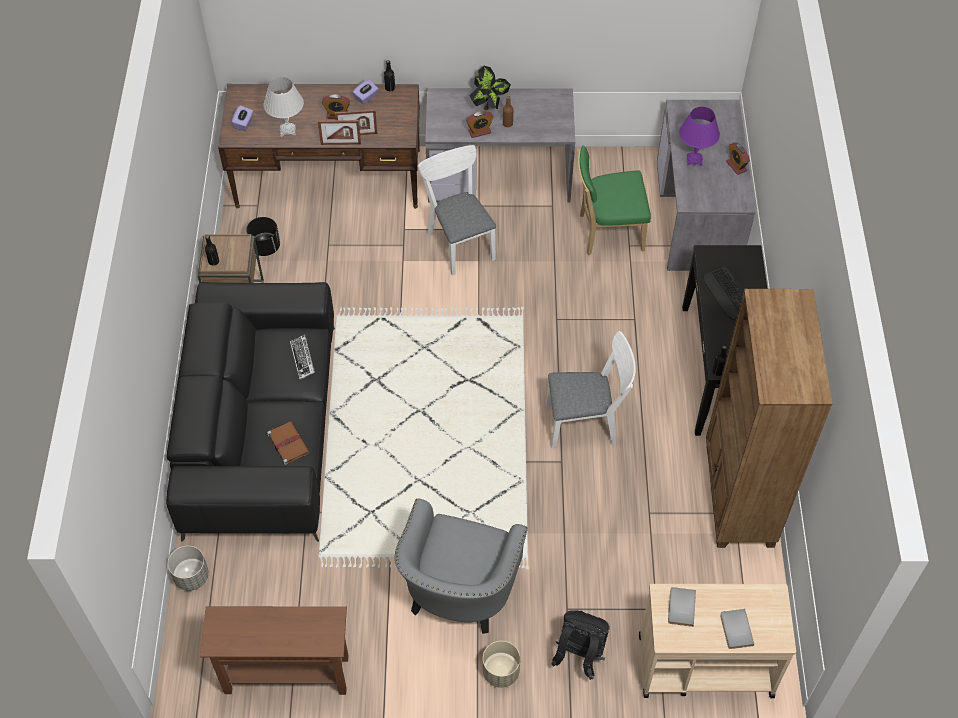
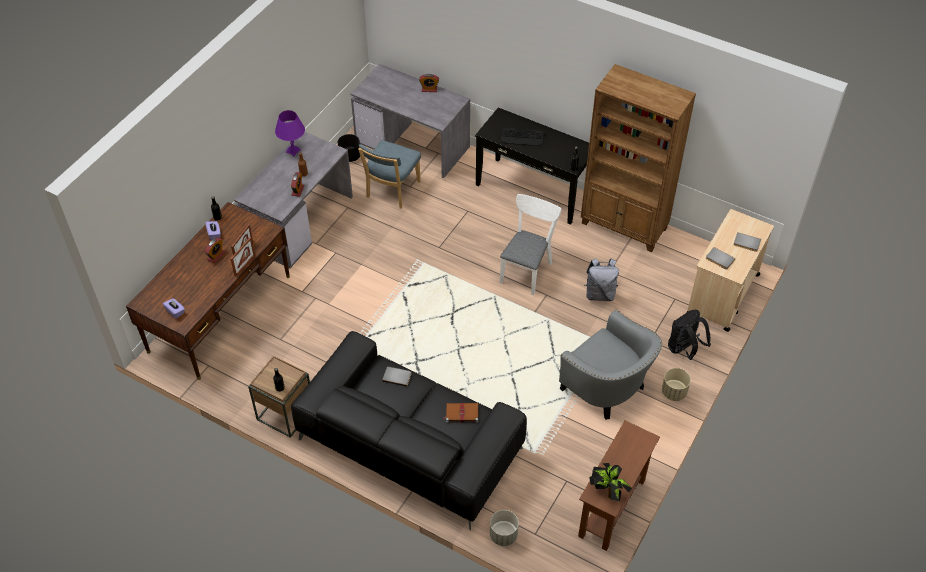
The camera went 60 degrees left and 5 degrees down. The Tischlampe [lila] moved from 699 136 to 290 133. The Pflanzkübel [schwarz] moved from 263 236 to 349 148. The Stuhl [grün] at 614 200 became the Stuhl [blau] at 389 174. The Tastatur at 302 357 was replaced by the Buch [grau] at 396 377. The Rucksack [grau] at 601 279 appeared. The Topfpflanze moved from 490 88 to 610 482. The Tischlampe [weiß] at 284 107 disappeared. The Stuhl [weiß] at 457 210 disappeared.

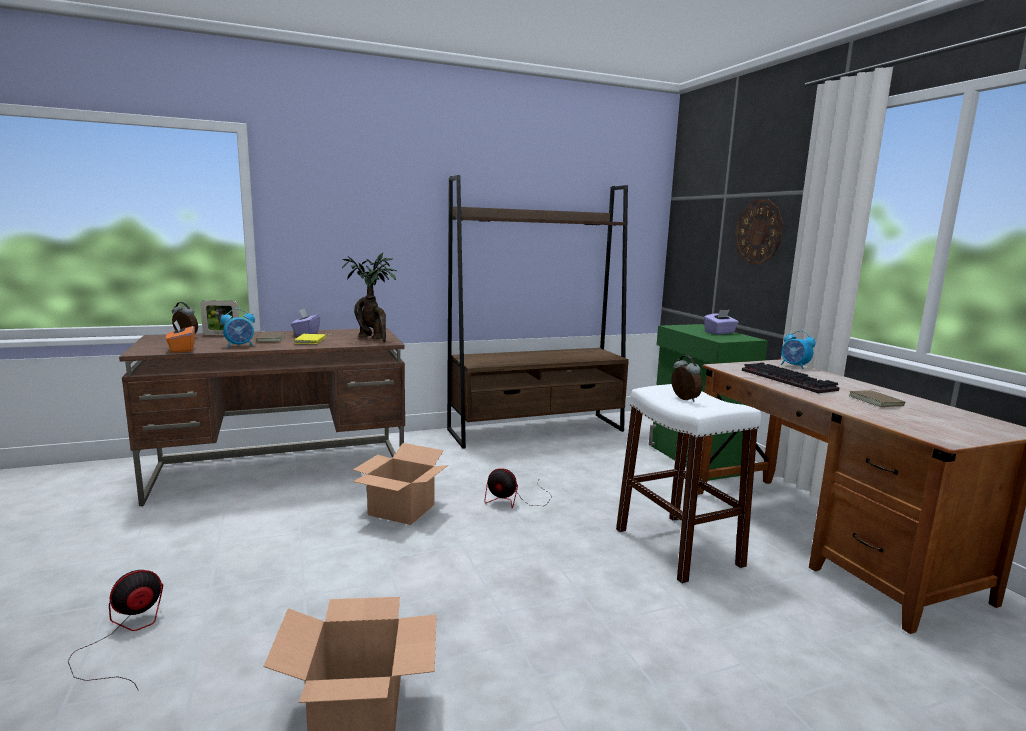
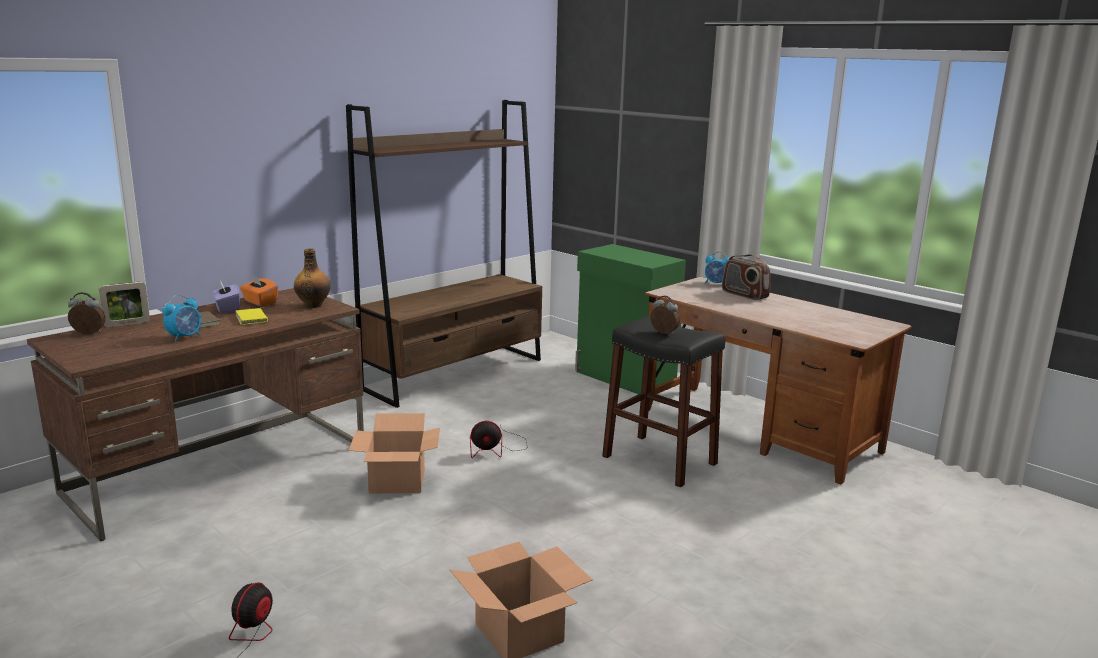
The camera went 25 degrees left and 5 degrees up. The Taschentuchbox [orange] moved from 180 336 to 259 290. The Topfpflanze at 369 297 was replaced by the Flasche at 312 278. The Hocker [weiß] at 688 484 became the Hocker [schwarz] at 663 401. The Radio at 746 277 appeared. The Taschentuchbox [lila] at 721 322 disappeared. The Wanduhr at 759 232 disappeared. The Tastatur at 790 377 disappeared. The Buch [braun] at 877 398 disappeared.

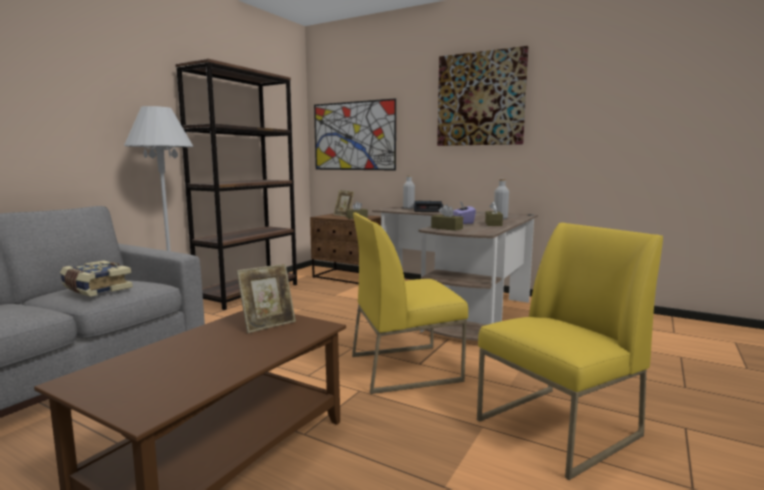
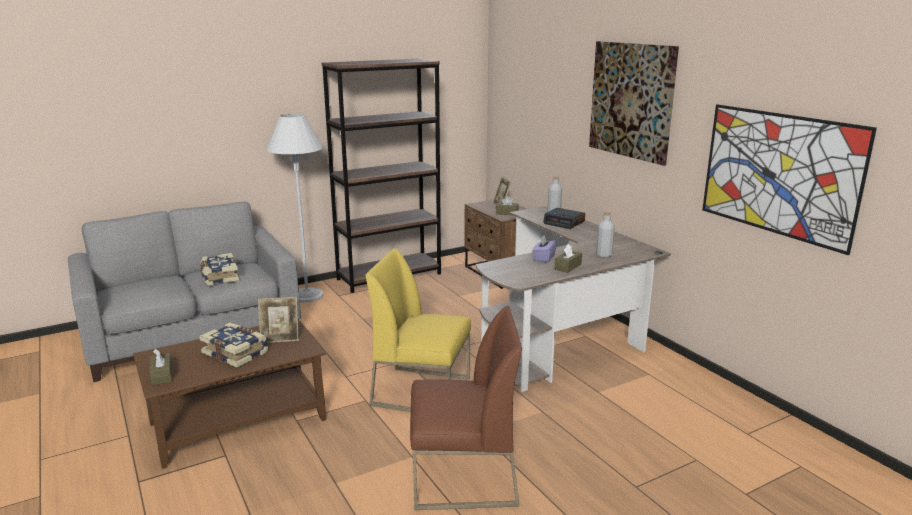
The camera went 30 degrees right and 10 degrees up. The Taschentuchbox [braun] moved from 447 217 to 160 367. The Buch at 233 345 appeared. The Stuhl [gelb] at 570 351 became the Stuhl [braun] at 466 408. The Bild moved from 355 134 to 789 179.

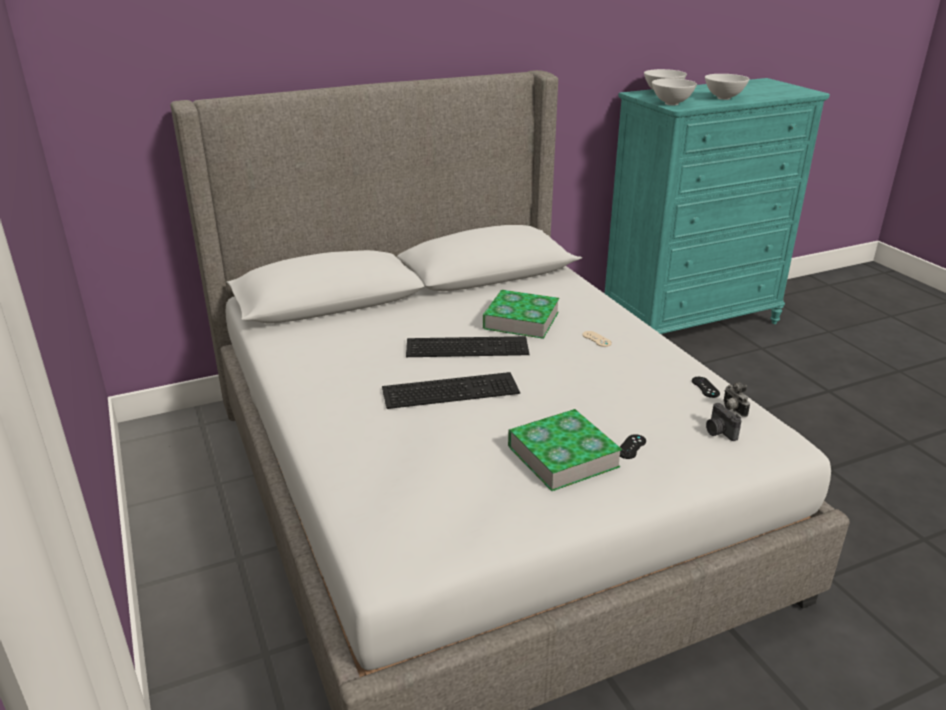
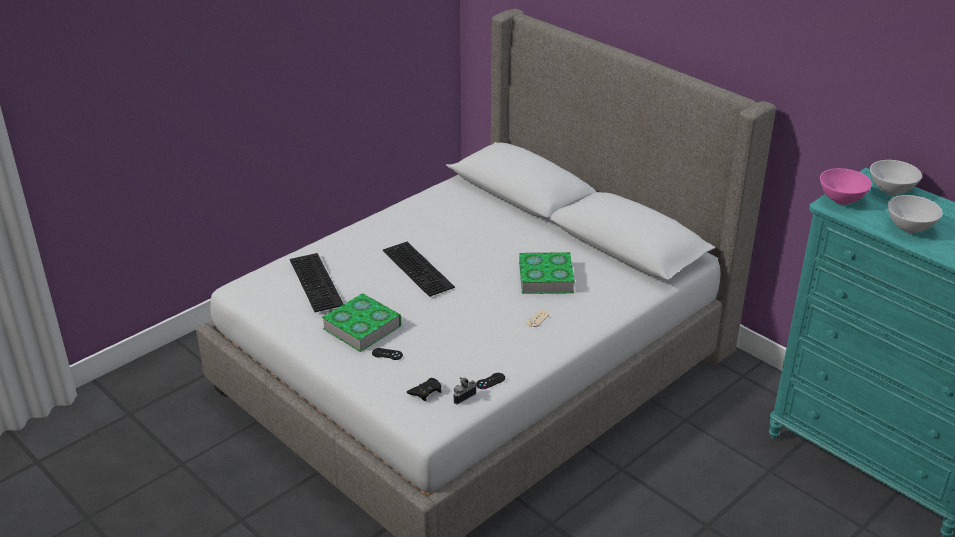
The camera went 70 degrees right and 5 degrees up. The Tastatur moved from 467 346 to 317 282. The Kamera at 723 422 was replaced by the Gamepad [schwarz] at 424 389. The Schüssel [weiß] at 674 92 became the Schüssel [rosa] at 846 186.

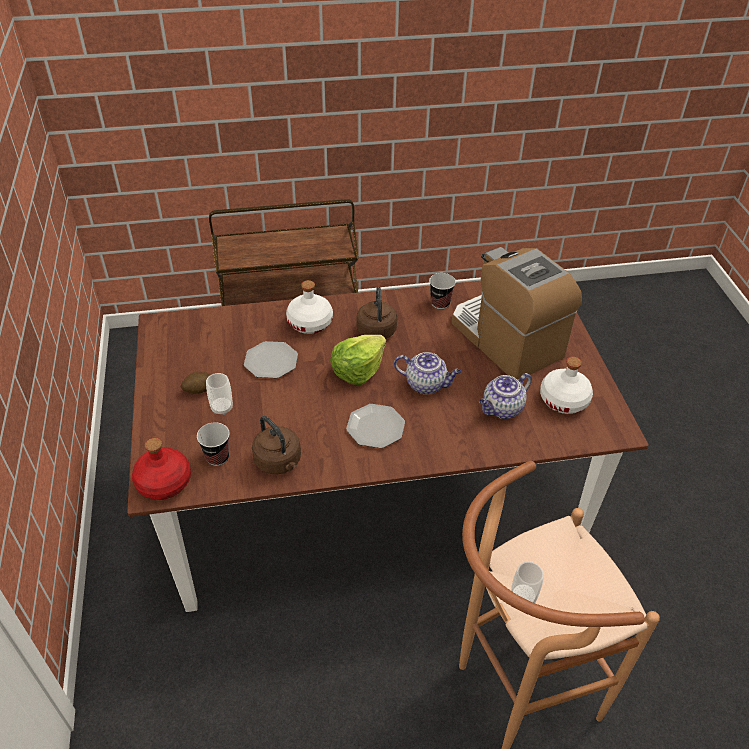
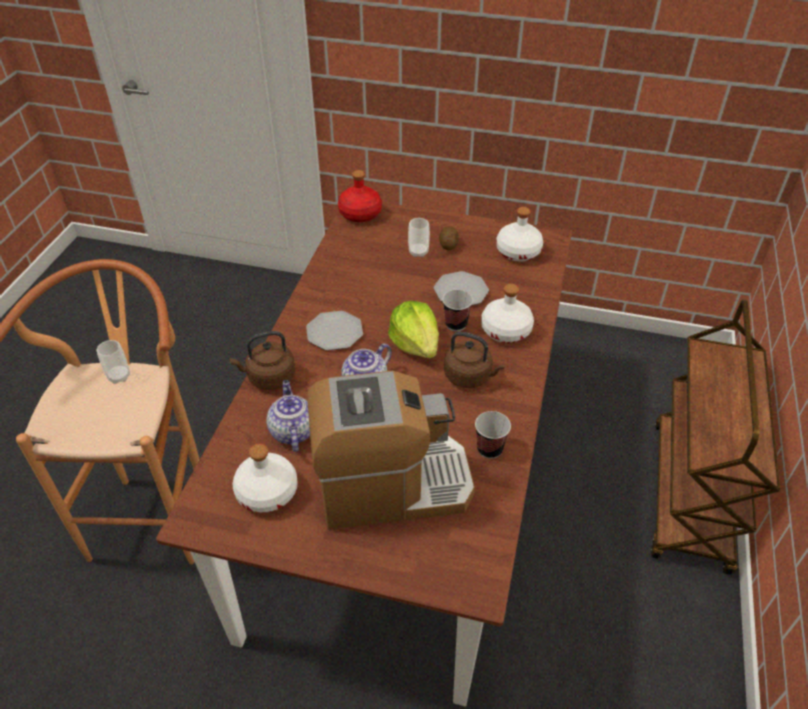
The camera went 115 degrees right and 0 degrees up. The Wasserkessel [braun] moved from 276 445 to 262 360. The Tasse moved from 213 444 to 457 310. The Flasche [weiß] at 519 234 appeared.

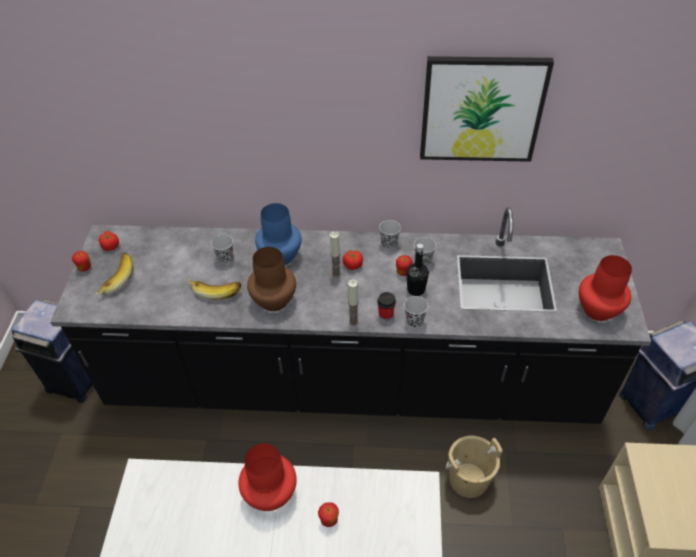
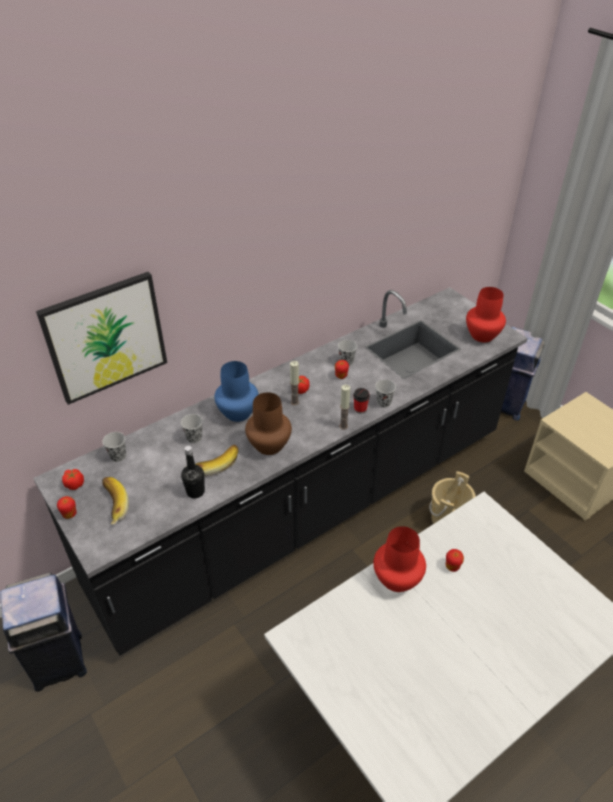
The camera went 40 degrees left and 5 degrees down. The Bild moved from 487 109 to 101 338. The Tasse [schwarz] moved from 390 234 to 114 447. The Flasche [schwarz] moved from 417 270 to 193 472.

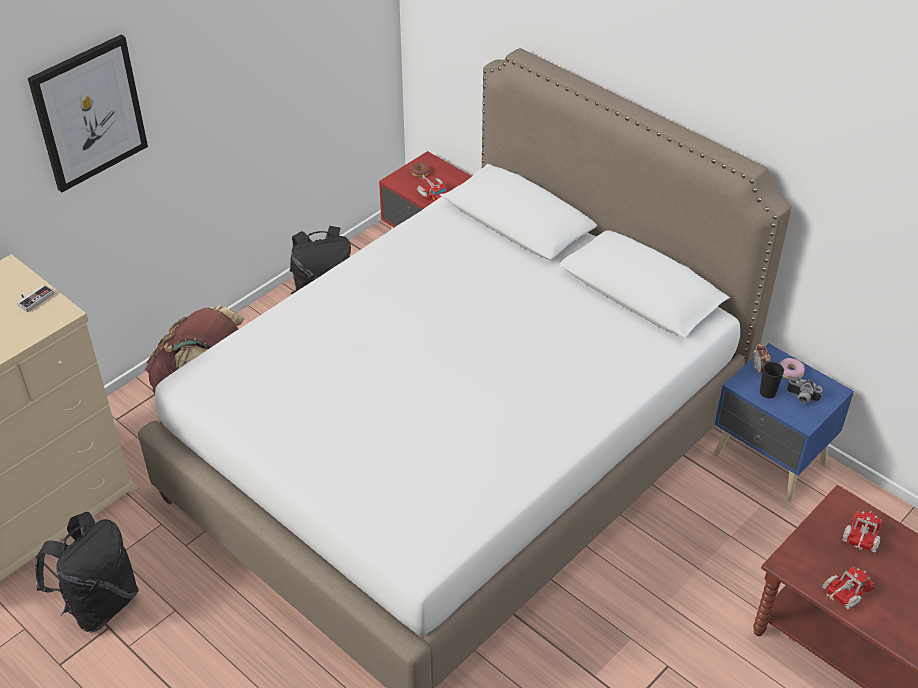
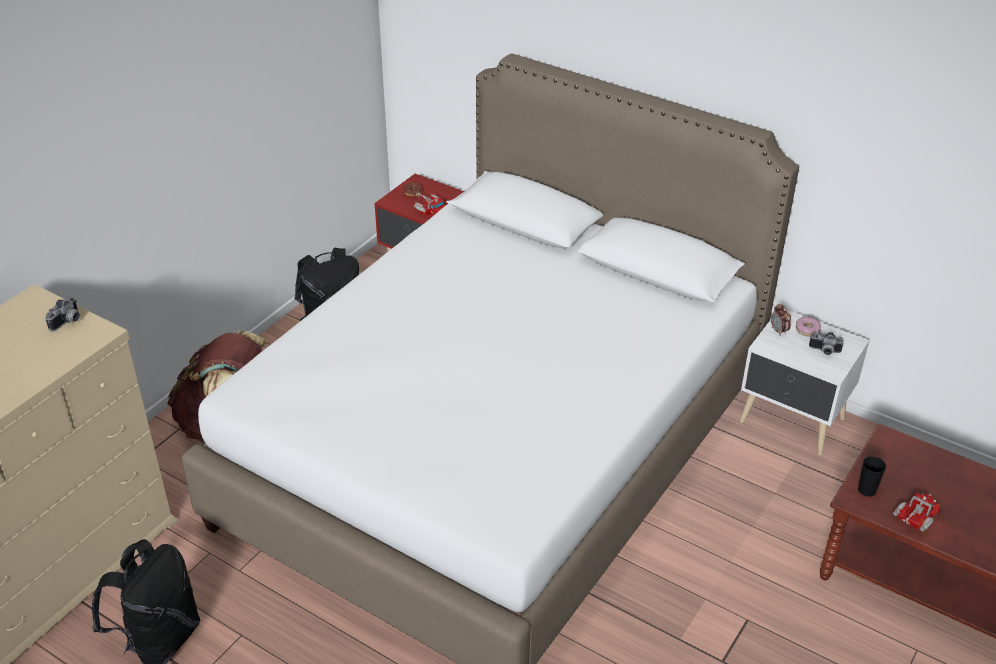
The camera went 10 degrees left and 5 degrees down. The Gamepad at 35 298 was replaced by the Kamera at 62 314. The Nachttisch [blau] at 784 422 became the Nachttisch [weiß] at 805 382. The Tasse [schwarz] moved from 772 380 to 872 476. The Bild at 88 113 disappeared. The Spielzeuglaster at 862 531 disappeared.

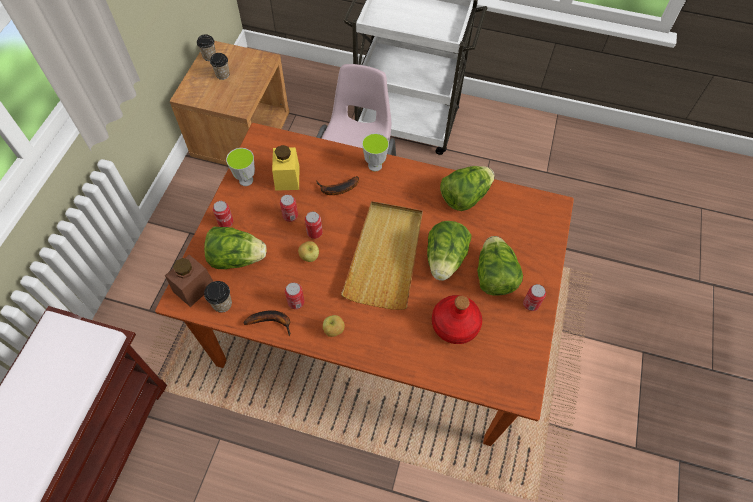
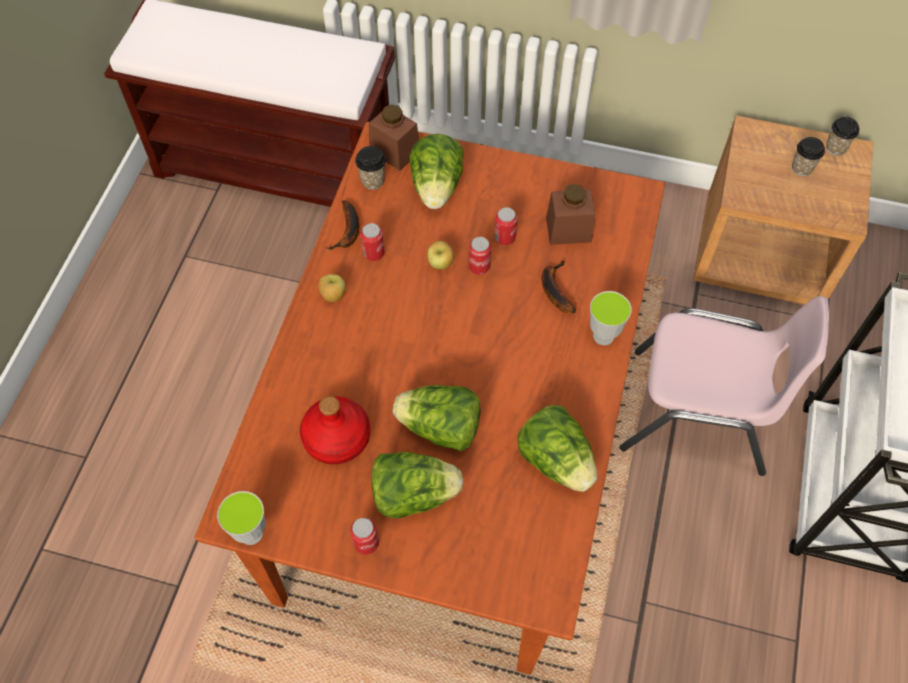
The camera went 90 degrees right and 0 degrees up. The Tasse moved from 240 167 to 241 518. The Vorratsglas [gelb] at 286 168 became the Vorratsglas [braun] at 570 214. The Dose at 223 214 disappeared. The Tablett [beige] at 382 255 disappeared.

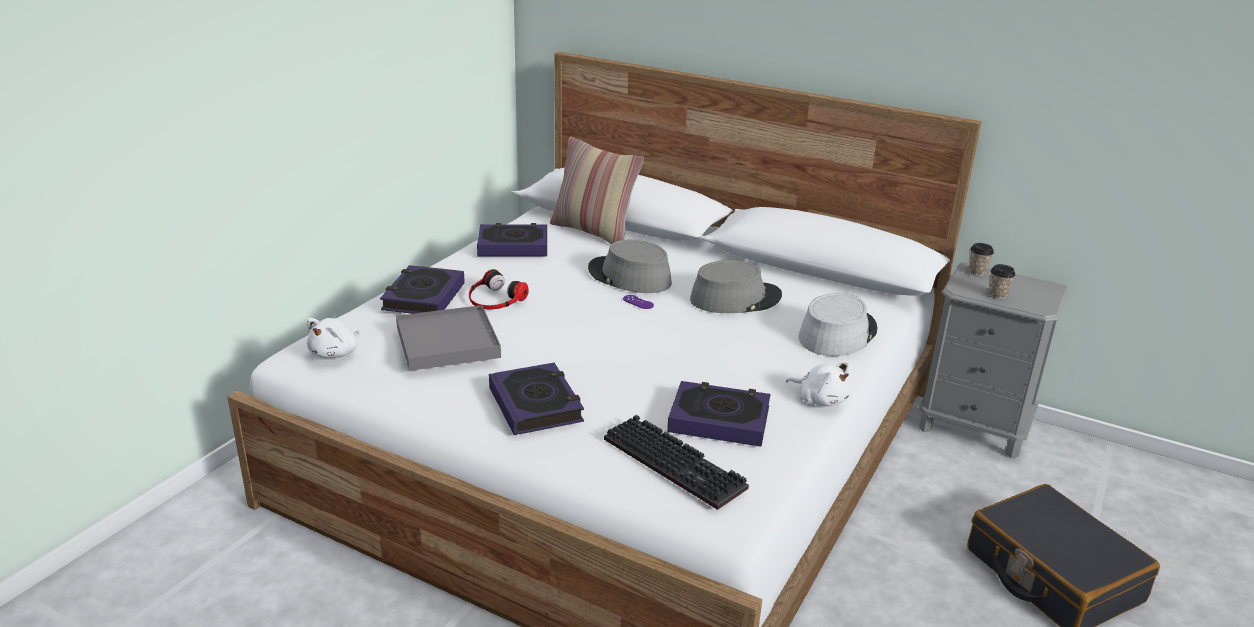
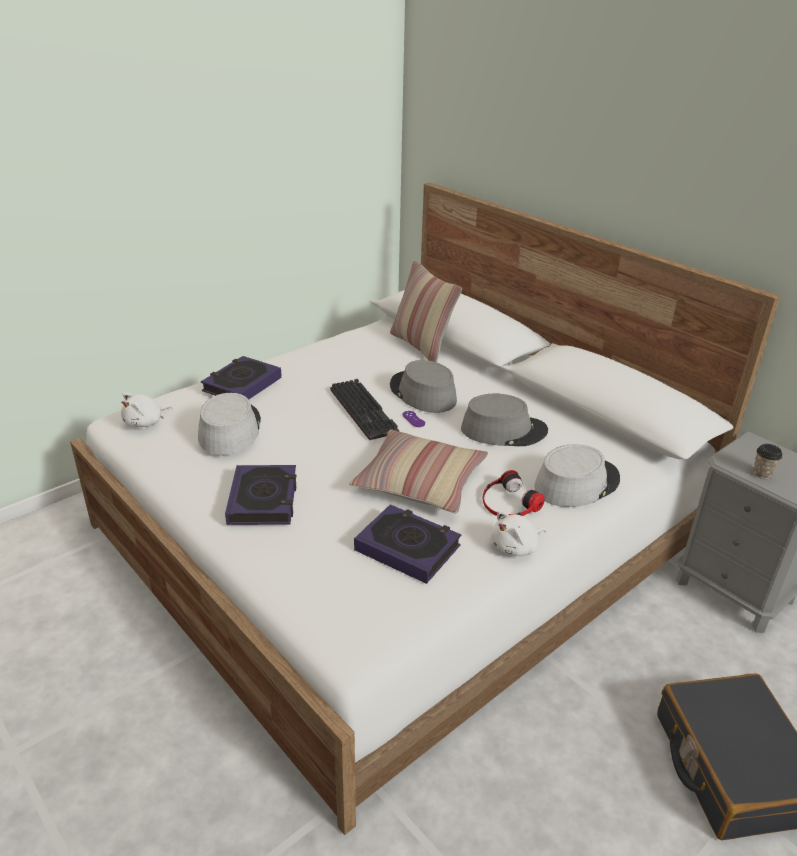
The camera went 20 degrees right and 5 degrees up. The Tablett [grau] at 448 338 was replaced by the Hut [grau] at 229 424. The Tastatur moved from 676 462 to 364 409. The Kissen at 418 471 appeared. The Kopfhörer moved from 499 289 to 514 493. The Plüschtier [weiß] at 818 384 turned 90 degrees clockwise. The Buch at 512 240 disappeared. The Tasse at 981 259 disappeared.

